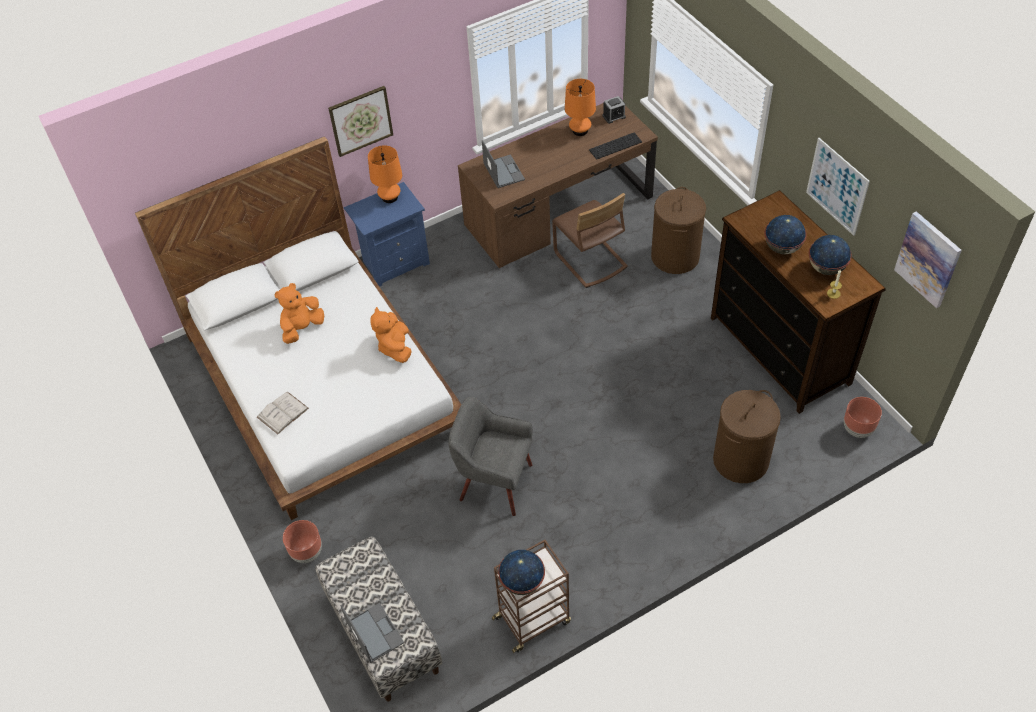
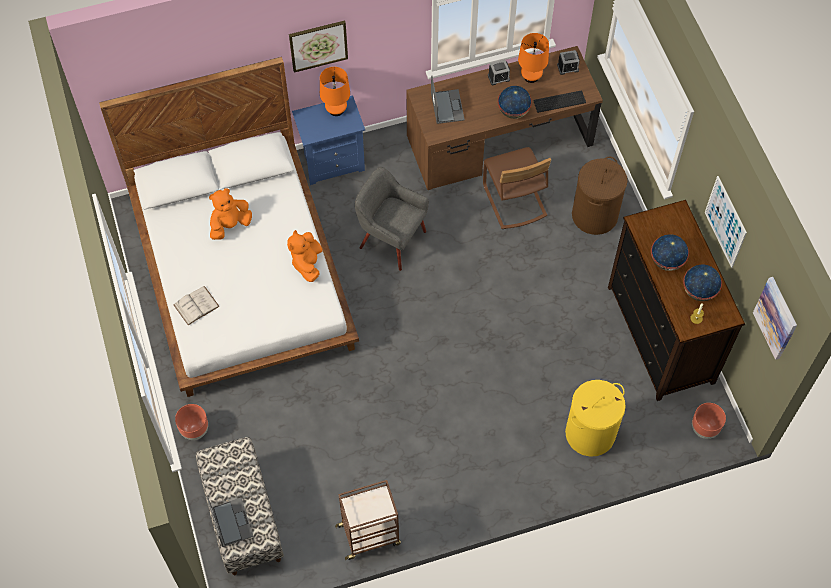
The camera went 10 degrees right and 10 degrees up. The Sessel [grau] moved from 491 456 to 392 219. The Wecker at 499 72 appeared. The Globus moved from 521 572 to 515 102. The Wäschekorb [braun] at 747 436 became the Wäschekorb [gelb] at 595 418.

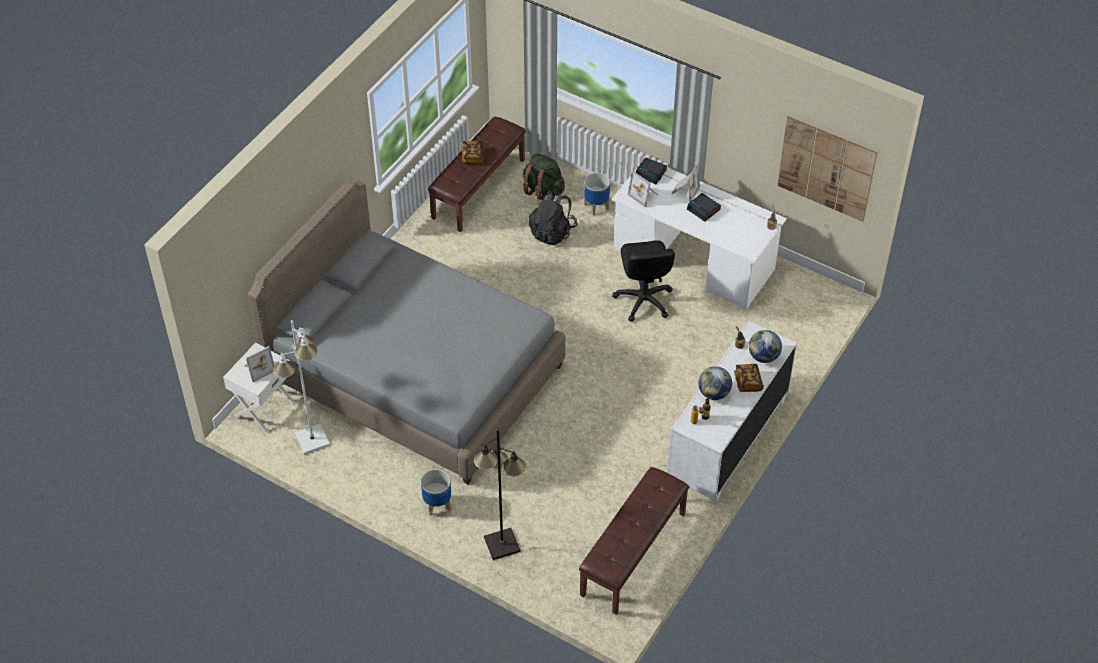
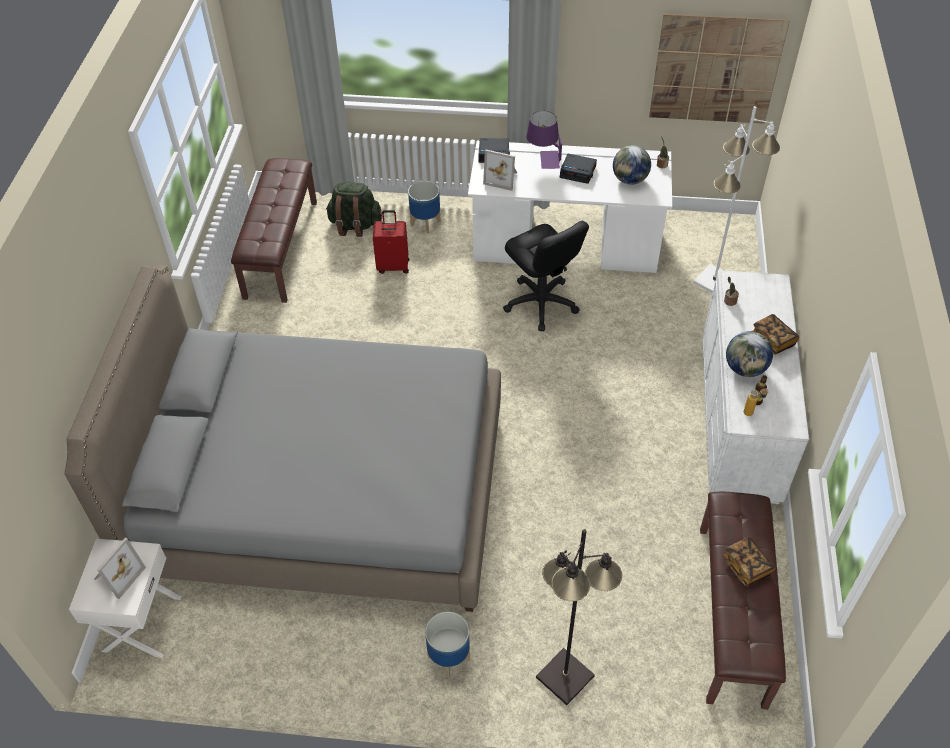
The camera went 25 degrees left and 0 degrees up. The Rucksack [schwarz] at 553 218 was replaced by the Koffer [rot] at 391 242. The Bilderrahmen at 686 183 was replaced by the Tischlampe [lila] at 544 140. The Globus moved from 765 346 to 632 165. The Stehlampe [weiß] moved from 301 387 to 736 199. The Buch moved from 473 153 to 749 561.

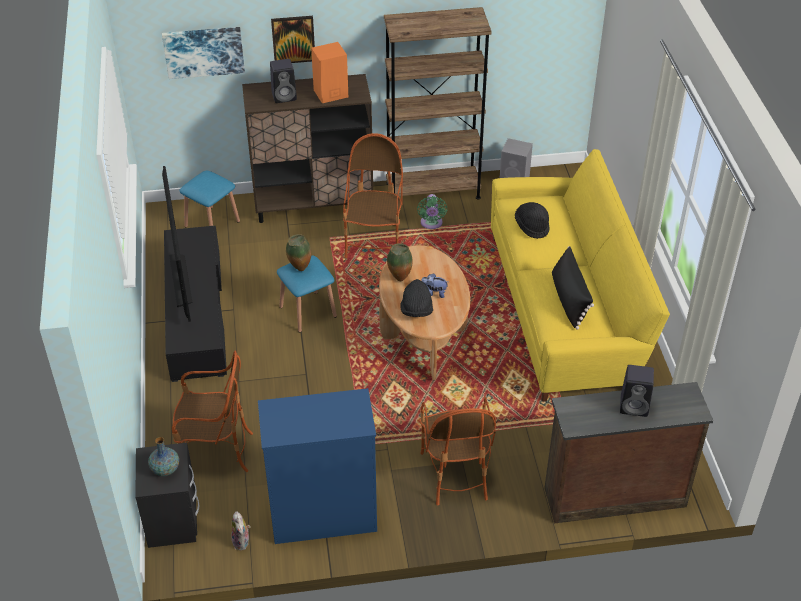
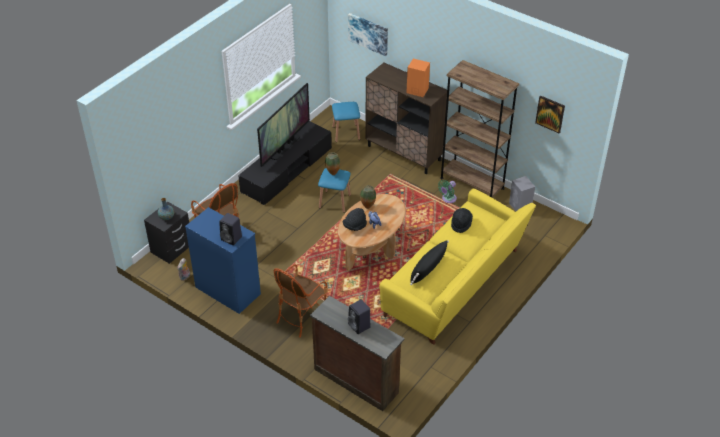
The camera went 45 degrees right and 0 degrees up. The Lautsprecher [schwarz] moved from 283 81 to 230 229. The Bild moved from 293 39 to 550 114. The Sessel at 373 195 disappeared.

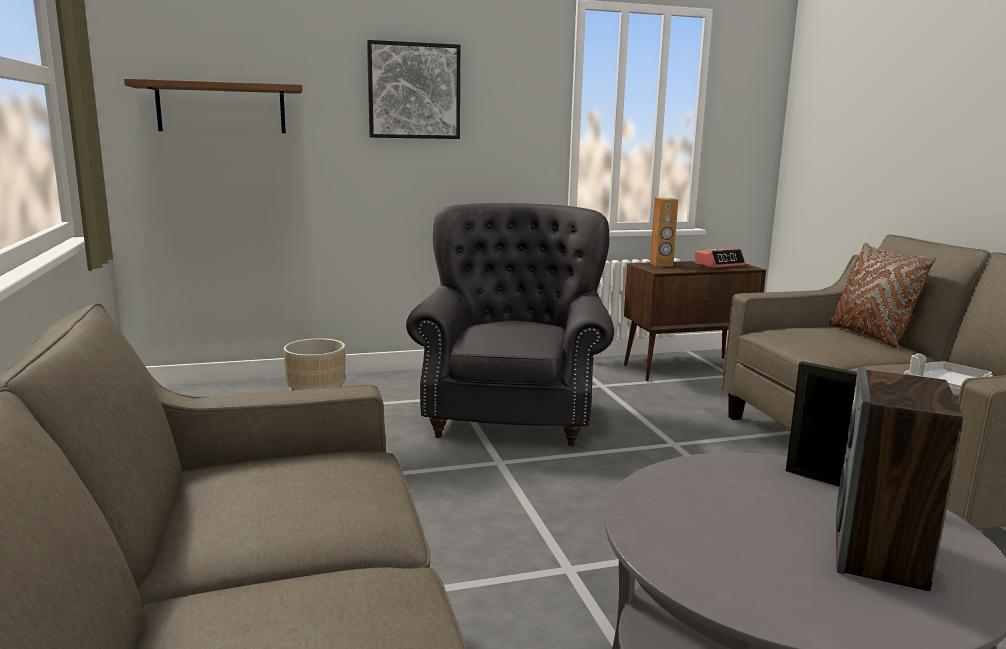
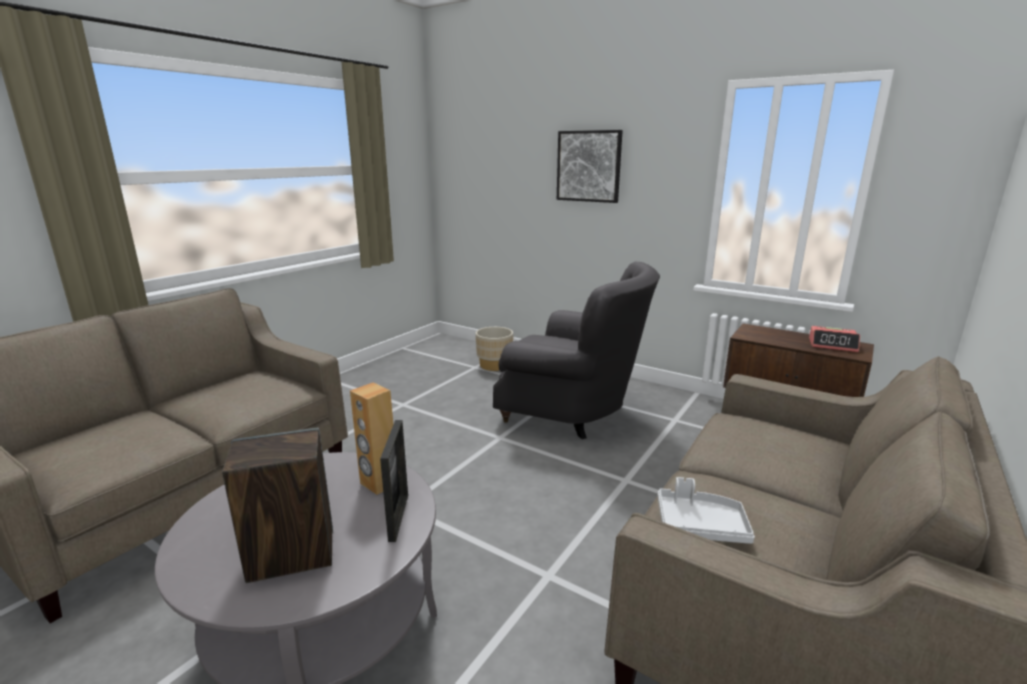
The camera went 50 degrees right and 5 degrees up. The Lautsprecher [braun] moved from 664 232 to 371 438. The Sessel [grau] at 510 324 turned 60 degrees clockwise. The Wandregal at 213 106 disappeared. The Kissen [braun] at 882 295 disappeared.

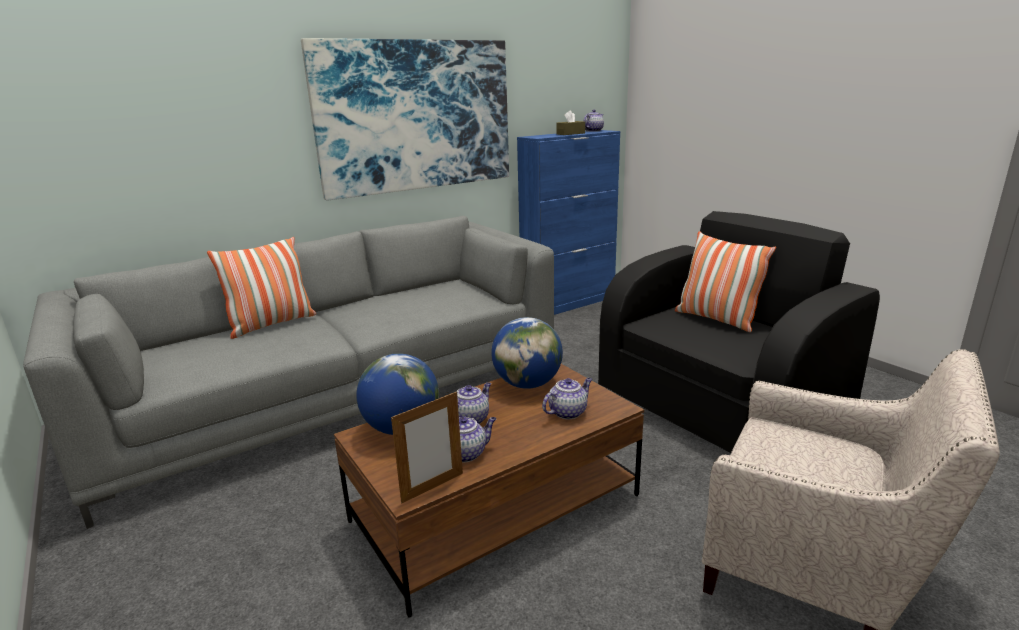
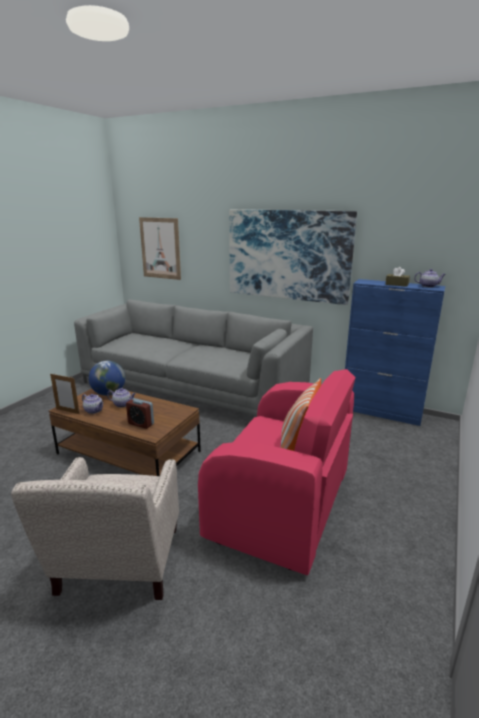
The camera went 60 degrees right and 0 degrees up. The Teekanne at 567 398 was replaced by the Wecker at 140 413. The Bild at 160 248 appeared. The Sessel [schwarz] at 739 332 became the Sessel [rosa] at 277 472. The Kissen at 261 288 disappeared. The Globus at 527 353 disappeared.

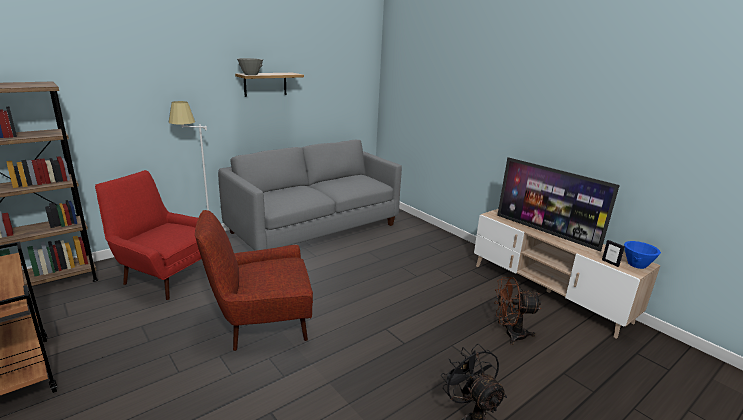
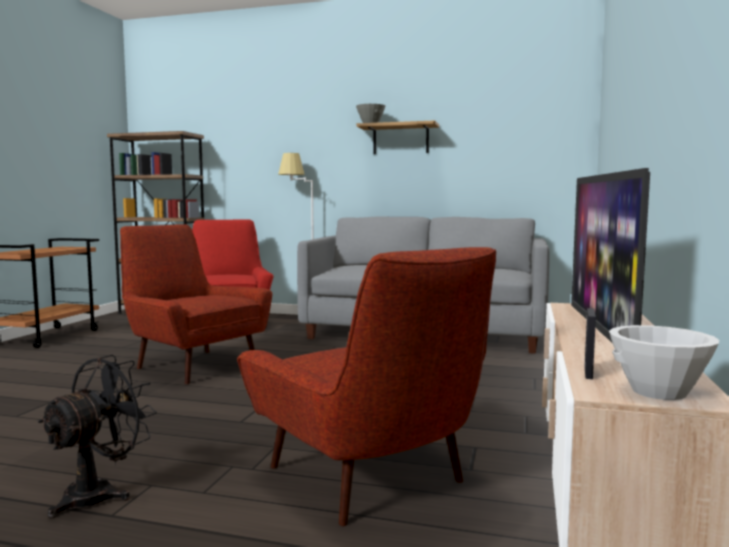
The camera went 55 degrees right and 15 degrees down. The Ventilator [braun] at 518 311 was replaced by the Sessel [rot] at 366 386. The Schüssel [blau] at 642 255 became the Schüssel [weiß] at 664 362.

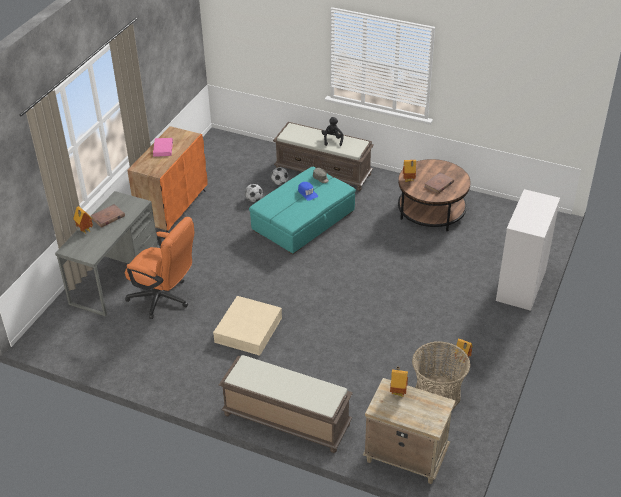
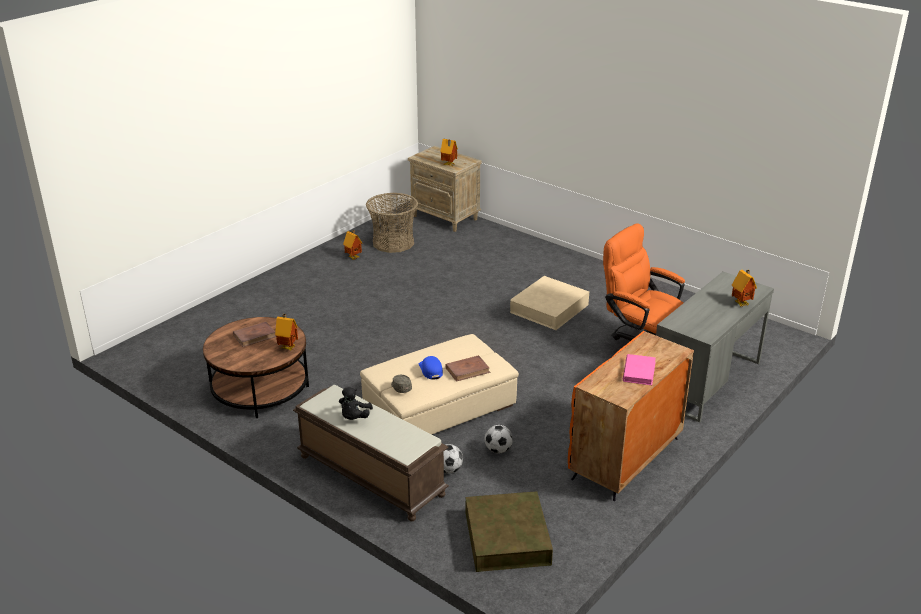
The camera went 165 degrees left and 10 degrees down. The Polsterhocker [türkis] at 302 211 became the Polsterhocker [beige] at 439 384. The Buch [braun] moved from 108 216 to 467 368. The Aufbewahrungsbox [braun] at 509 531 appeared. The Bank [braun] at 286 404 disappeared. The Kommode [weiß] at 528 250 disappeared.

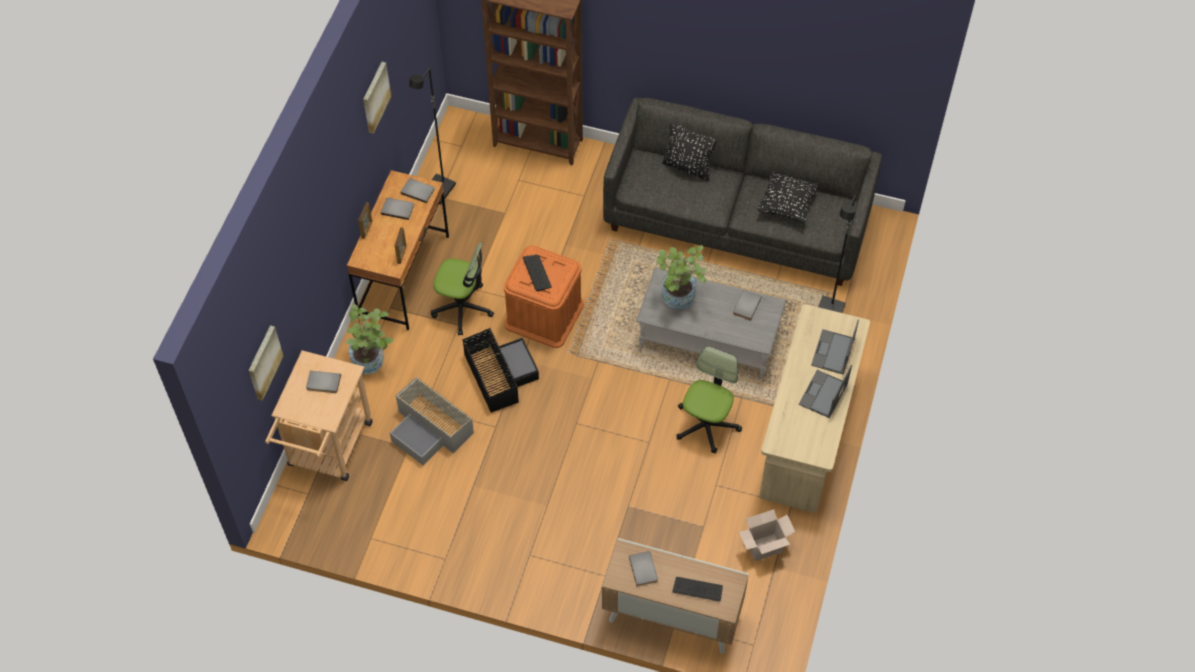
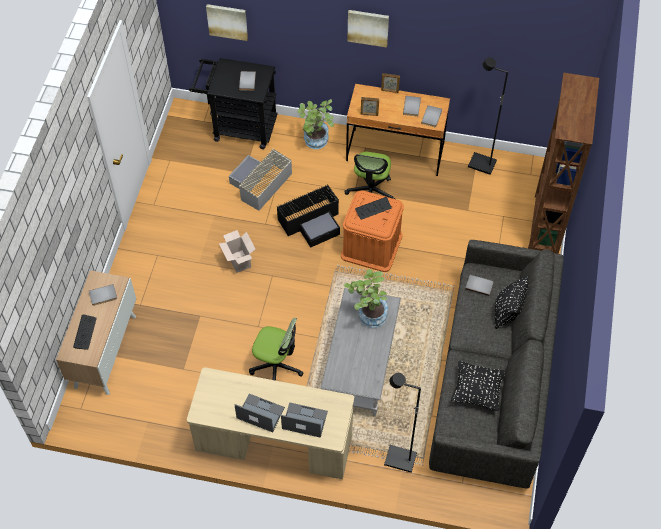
The camera went 85 degrees right and 0 degrees up. The Rollwagen [beige] at 319 415 became the Rollwagen [schwarz] at 233 103. The Karton moved from 767 535 to 237 251. The Bild moved from 377 98 to 368 28. The Buch [grau] moved from 747 305 to 479 285.

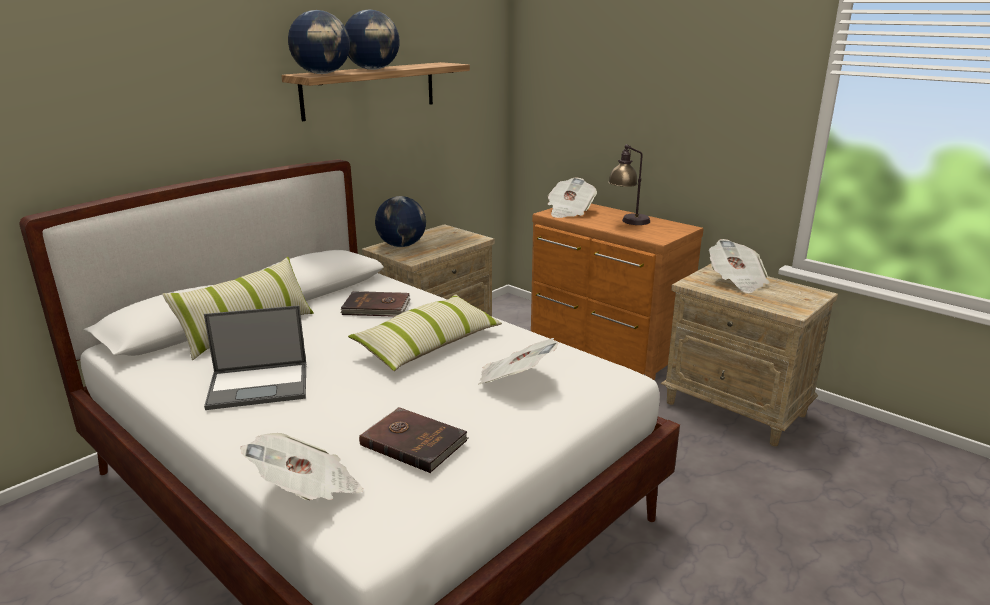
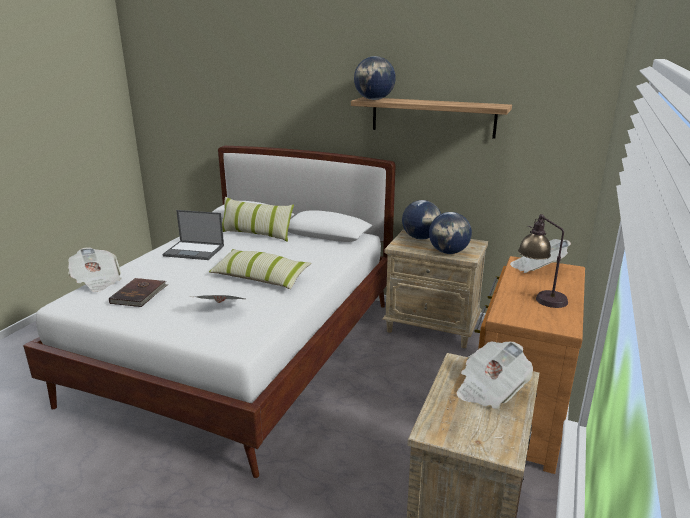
The camera went 70 degrees right and 0 degrees up. The Laptop at 255 357 turned 45 degrees counterclockwise. The Globus moved from 372 39 to 450 233. The Buch [braun] at 375 304 disappeared.

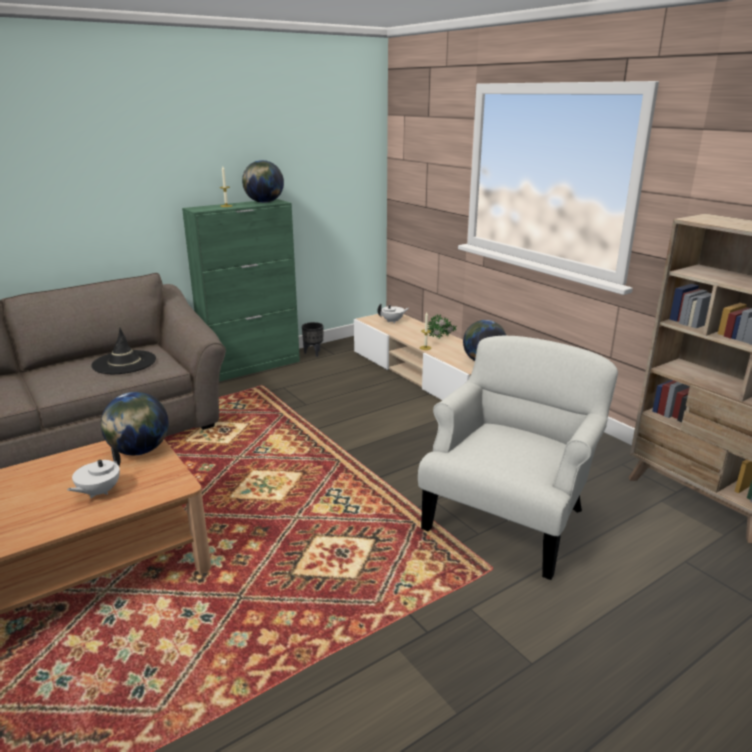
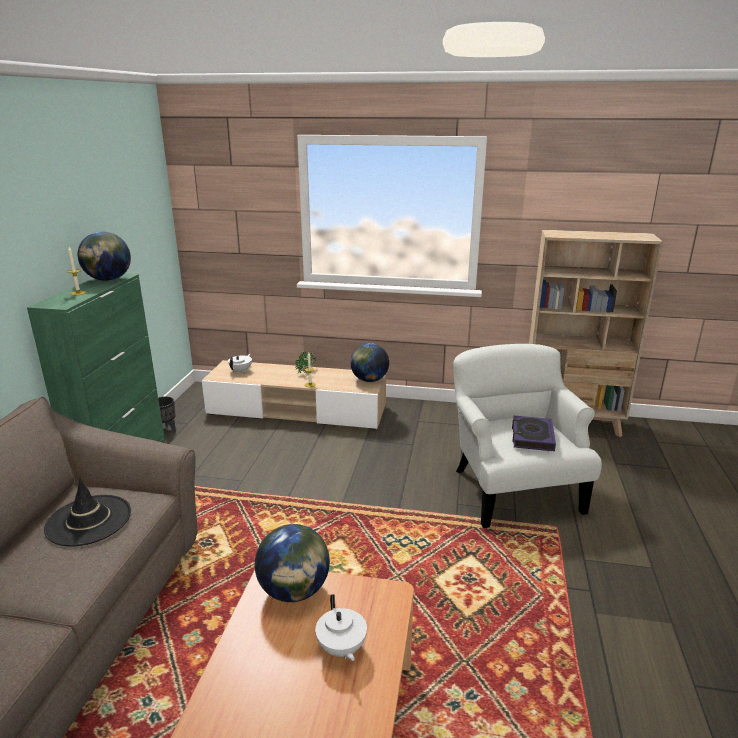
The camera went 45 degrees left and 0 degrees up. The Buch at 534 434 appeared.

